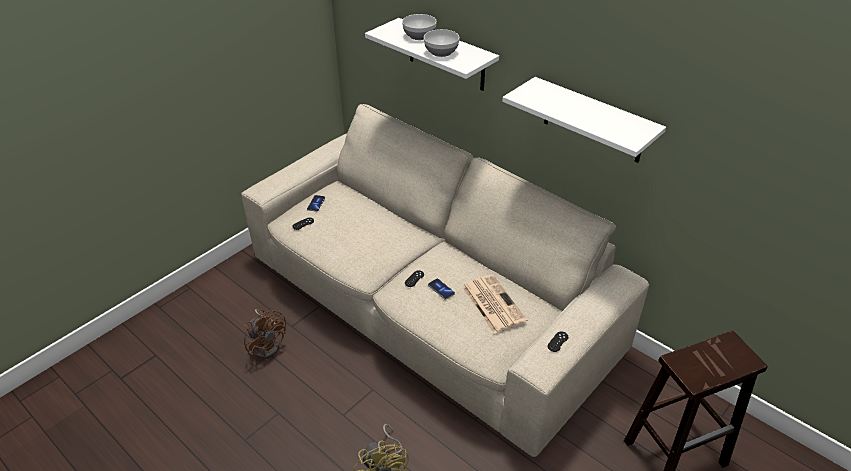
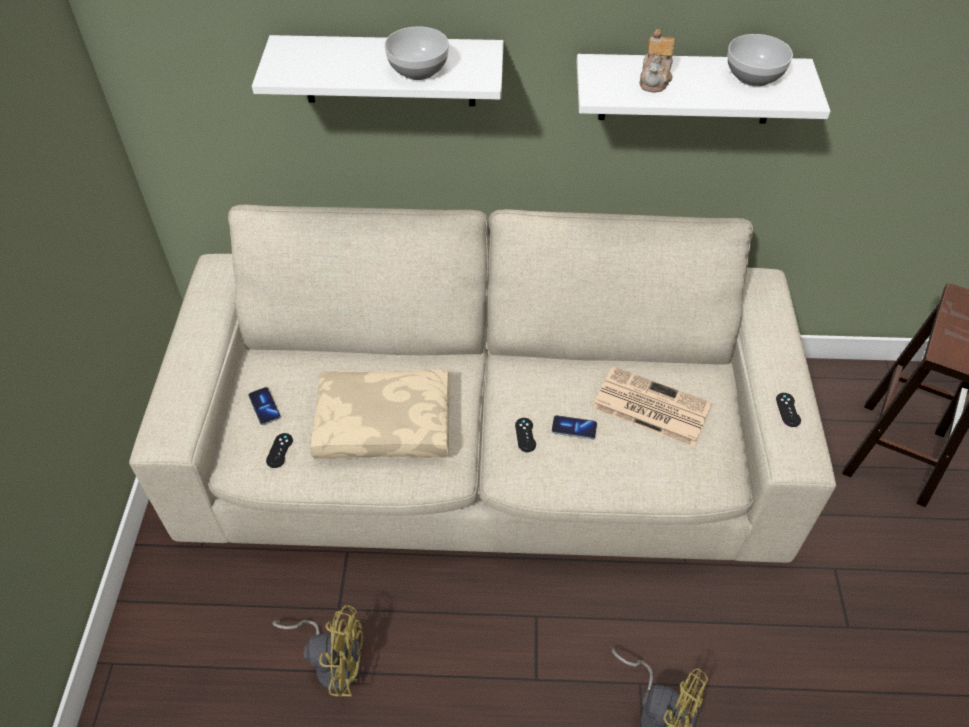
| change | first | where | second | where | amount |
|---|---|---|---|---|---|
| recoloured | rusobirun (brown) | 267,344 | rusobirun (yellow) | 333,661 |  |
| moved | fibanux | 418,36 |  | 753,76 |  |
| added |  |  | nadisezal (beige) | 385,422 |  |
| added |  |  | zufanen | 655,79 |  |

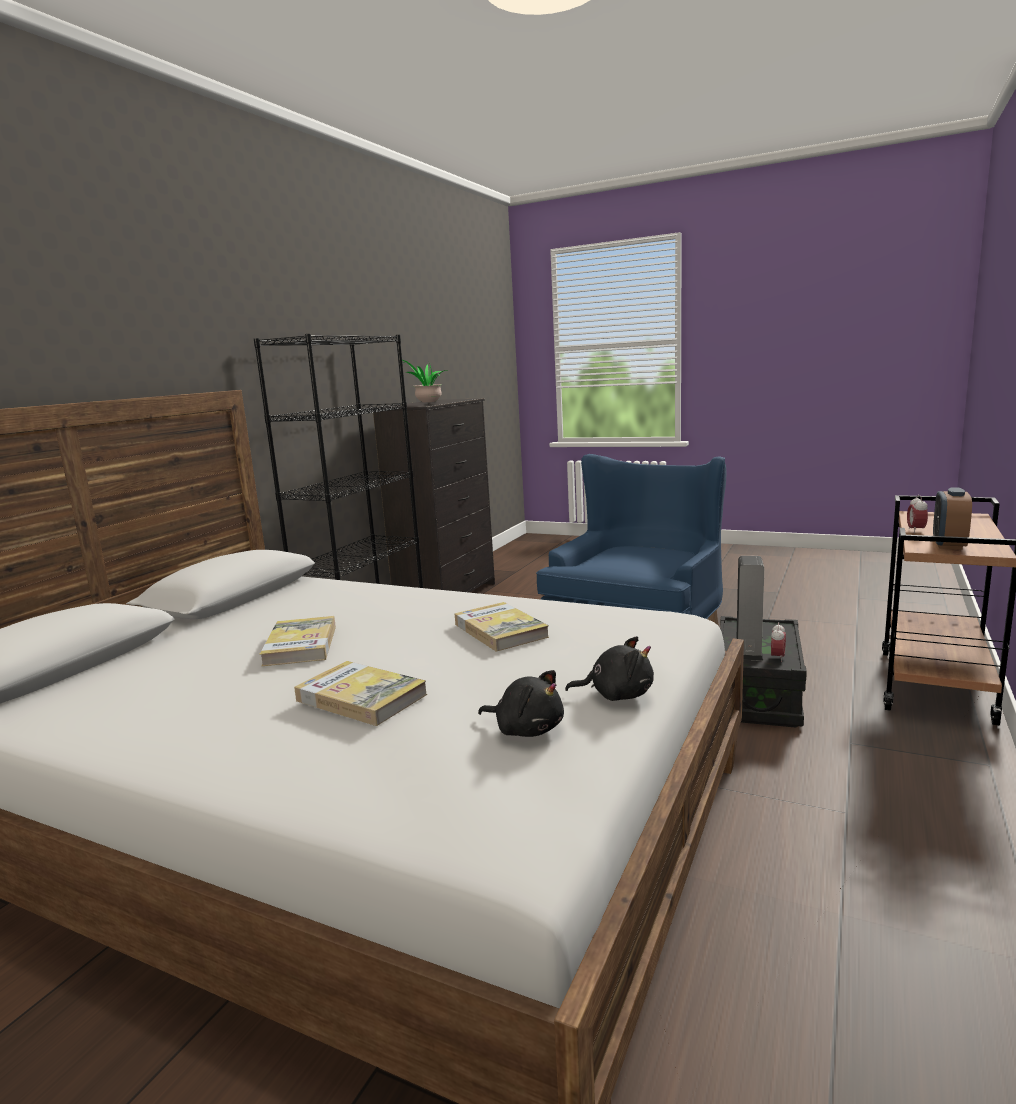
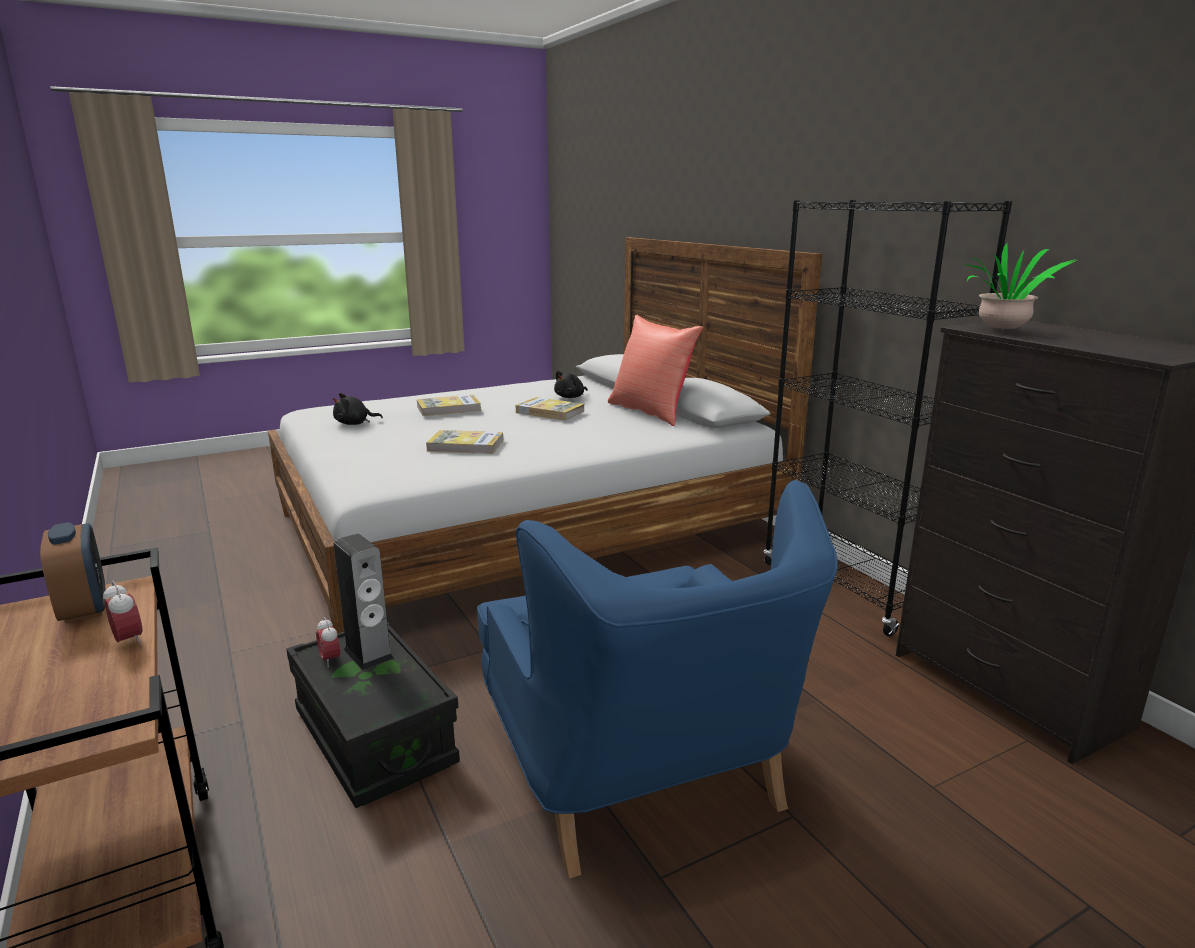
| change | first | where | second | where | amount |
|---|---|---|---|---|---|
| moved | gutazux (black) | 617,695 |  | 571,397 |  |
| added |  |  | nadisezal (red) | 651,412 |  |

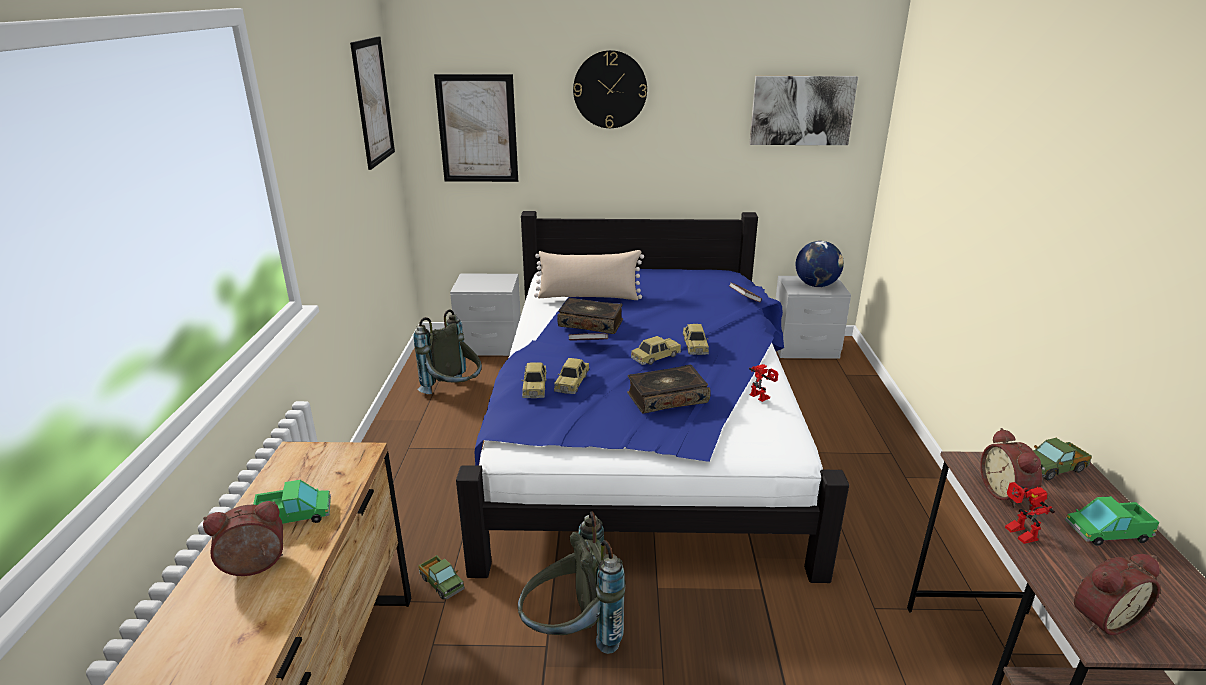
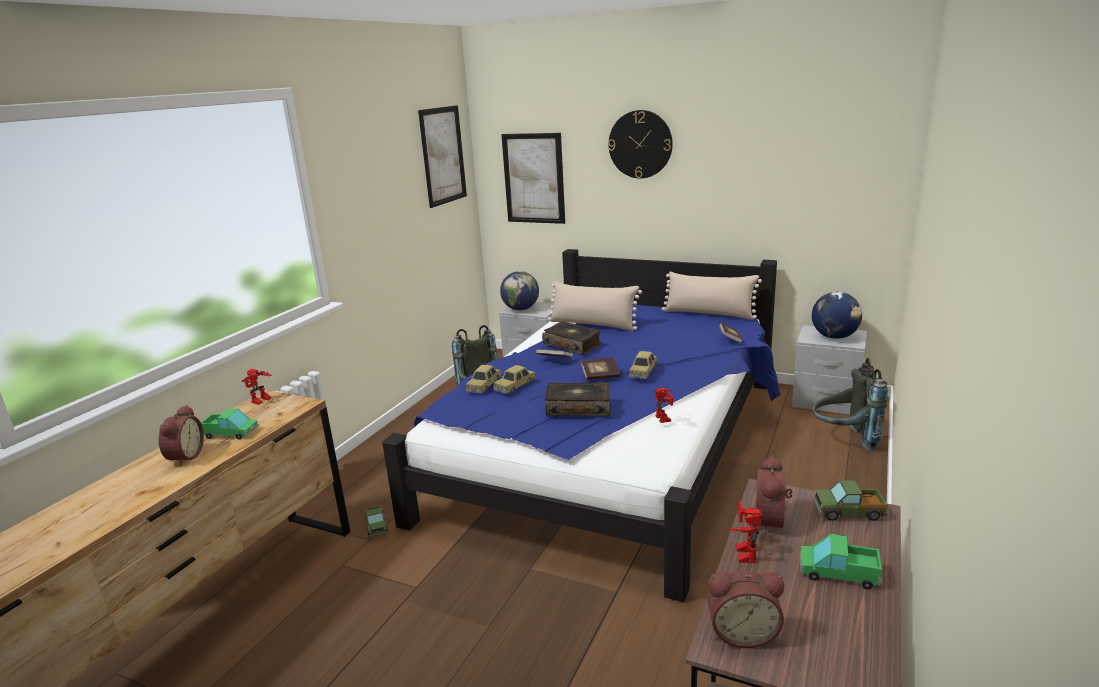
| change | first | where | second | where | amount |
|---|---|---|---|---|---|
| turned | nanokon | 254,567 |  | 184,457 | 90 degrees clockwise |
| moved | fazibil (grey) | 571,635 |  | 844,440 |  |
| replaced | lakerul | 655,357 | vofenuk | 600,376 |  |
| removed | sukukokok | 801,110 |  |  |  |
| added |  |  | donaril | 261,401 |  |
| added |  |  | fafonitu | 521,309 |  |
| added |  |  | nadisezal (beige) | 709,314 |  |

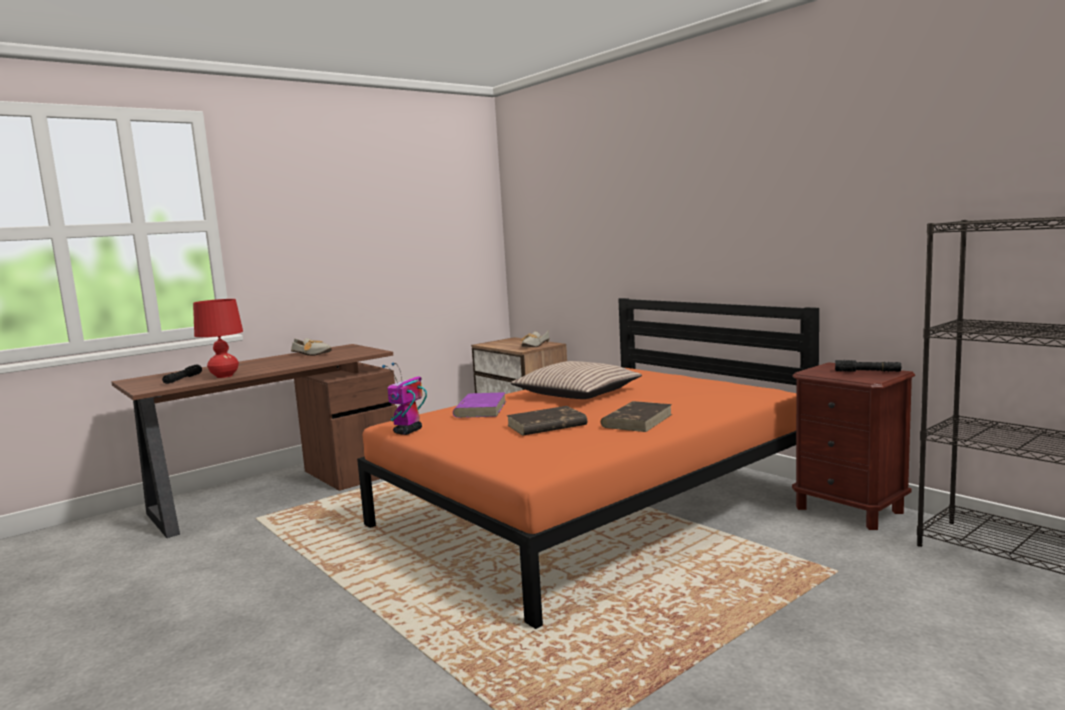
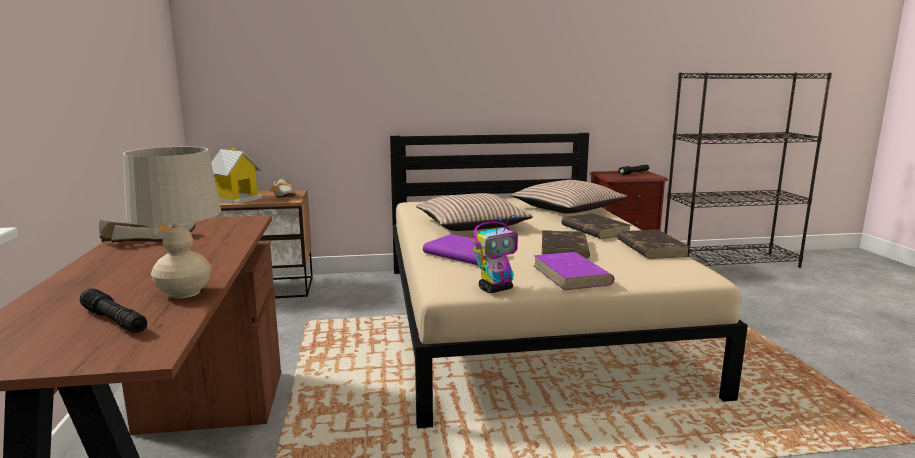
| change | first | where | second | where | amount |
|---|---|---|---|---|---|
| recoloured | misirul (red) | 224,376 | misirul (beige) | 184,293 |  |
| recoloured | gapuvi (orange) | 595,507 | gapuvi (beige) | 524,321 |  |
| turned | donaril | 407,432 |  | 496,289 | 90 degrees counterclockwise |
| added |  |  | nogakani | 237,198 |  |
| added |  |  | nadisezal | 567,208 |  |
| added |  |  | vofenuk (purple) | 572,275 |  |
| added |  |  | vofenuk (brown) | 650,248 |  |

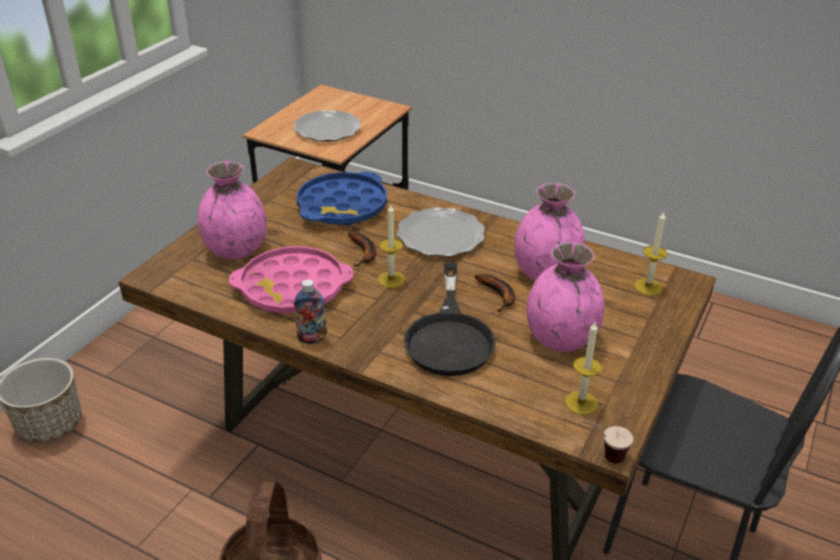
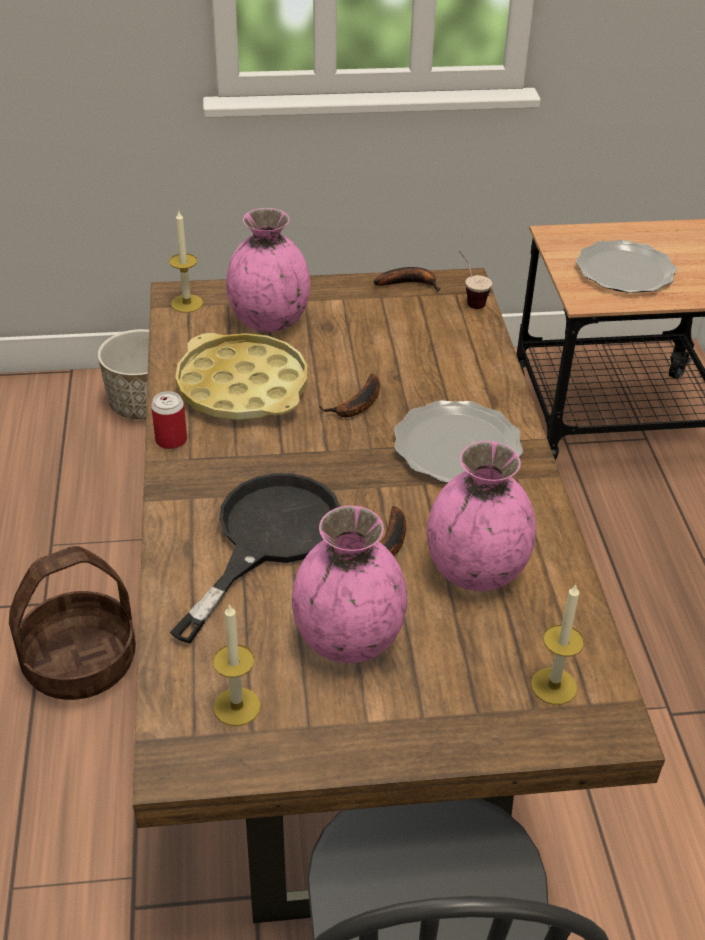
| change | first | where | second | where | amount |
|---|---|---|---|---|---|
| recoloured | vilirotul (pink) | 293,288 | vilirotul (yellow) | 242,387 |  |
| replaced | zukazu | 312,338 | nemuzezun | 171,440 |  |
| removed | vilirotul (blue) | 342,206 |  |  |  |
| moved | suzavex | 391,279 |  | 187,303 |  |
| turned | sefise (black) | 449,335 |  | 267,538 | 150 degrees clockwise |
| moved | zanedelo | 602,456 |  | 469,299 |  |
| added |  |  | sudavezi | 410,283 |  |

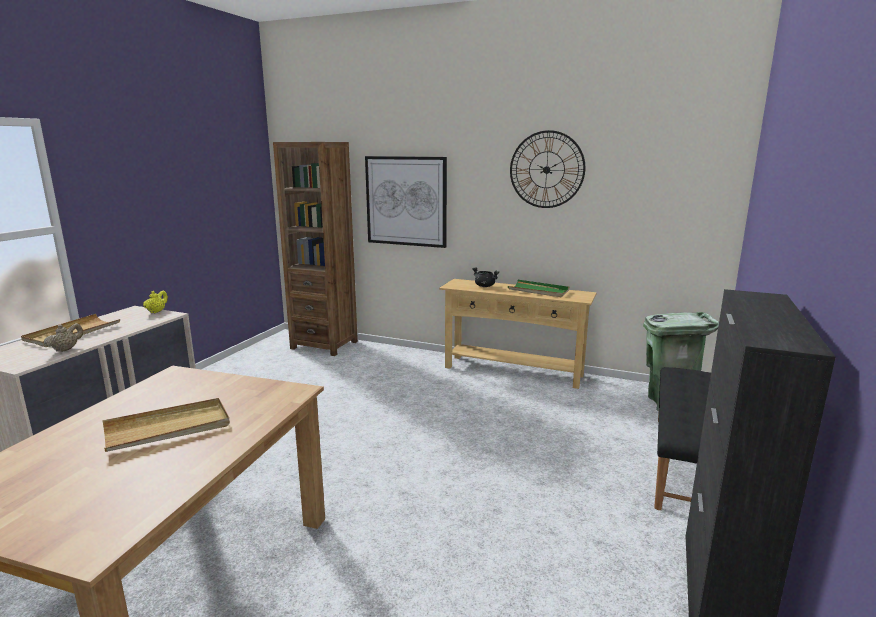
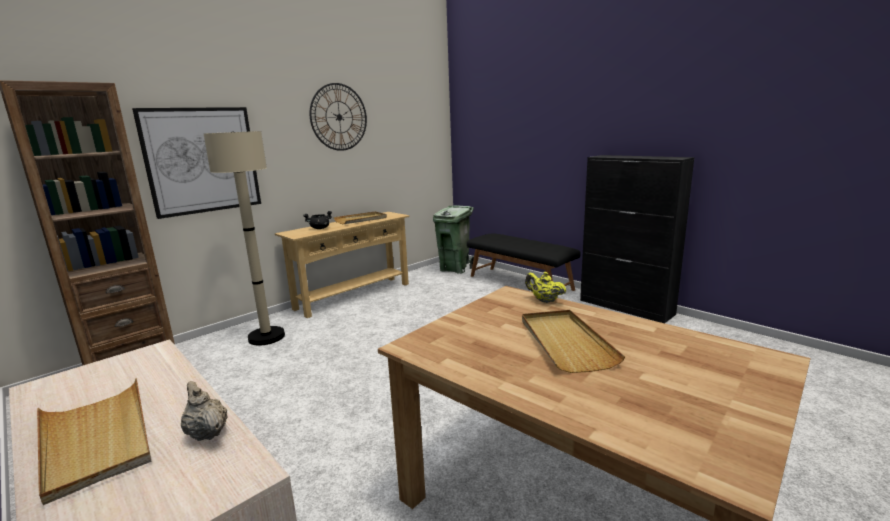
| change | first | where | second | where | amount |
|---|---|---|---|---|---|
| moved | zufanen (yellow) | 157,311 |  | 544,300 |  |
| recoloured | vilirotul (green) | 538,291 | vilirotul (beige) | 361,220 |  |
| added |  |  | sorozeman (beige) | 266,337 |  |

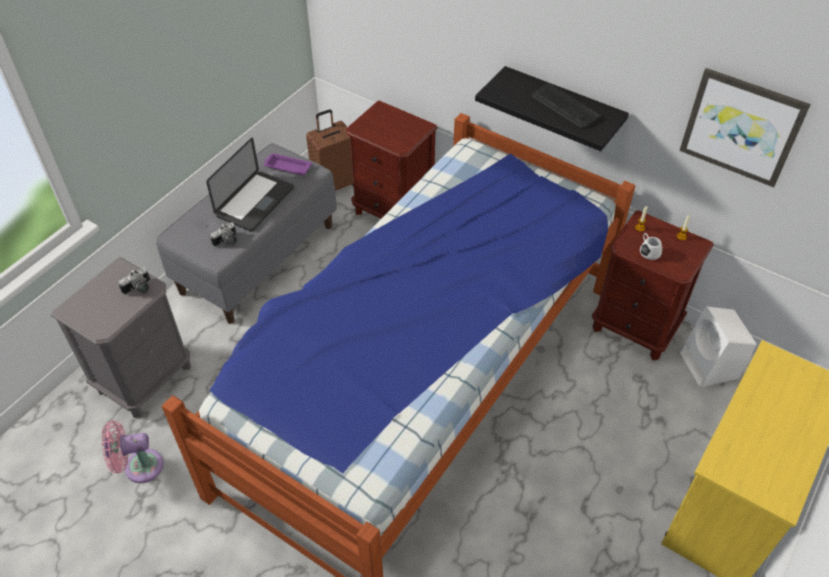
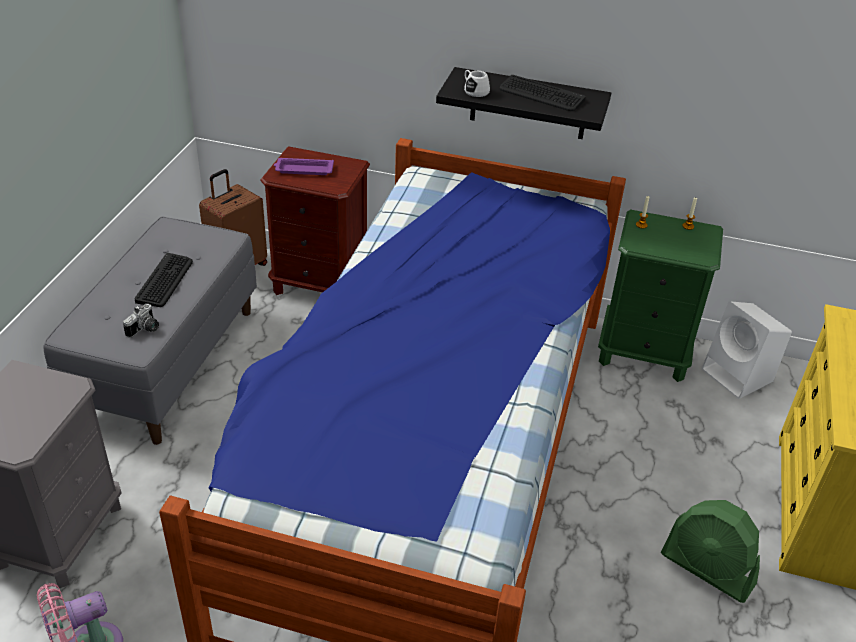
| change | first | where | second | where | amount |
|---|---|---|---|---|---|
| removed | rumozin | 139,289 |  |  |  |
| replaced | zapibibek | 255,202 | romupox | 165,281 |  |
| moved | vilirotul (purple) | 287,167 |  | 303,170 |  |
| recoloured | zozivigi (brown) | 635,327 | zozivigi (green) | 643,353 |  |
| moved | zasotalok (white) | 648,251 |  | 474,91 |  |
| removed | sukukokok | 741,127 |  |  |  |
| added |  |  | rusobirun (green) | 707,569 |  |

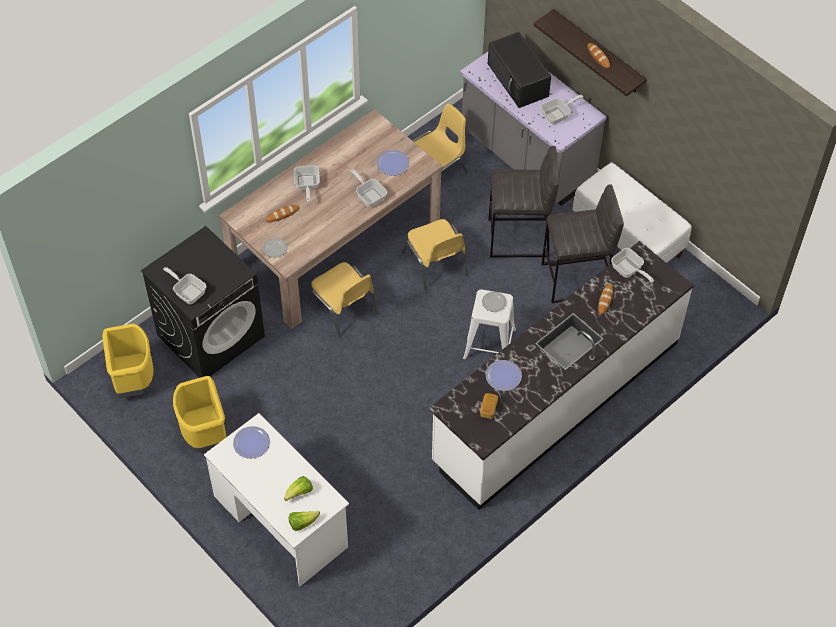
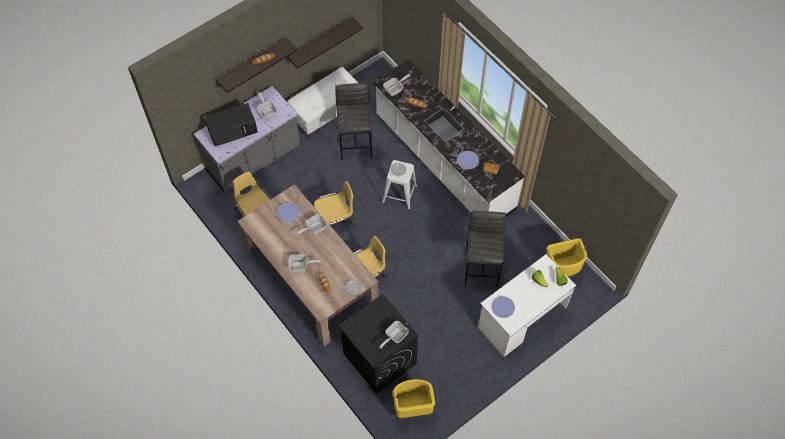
| change | first | where | second | where | amount |
|---|---|---|---|---|---|
| moved | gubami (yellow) | 204,435 |  | 562,270 |  |
| moved | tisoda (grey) | 519,238 |  | 482,267 |  |
| added |  |  | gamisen | 320,41 |  |

